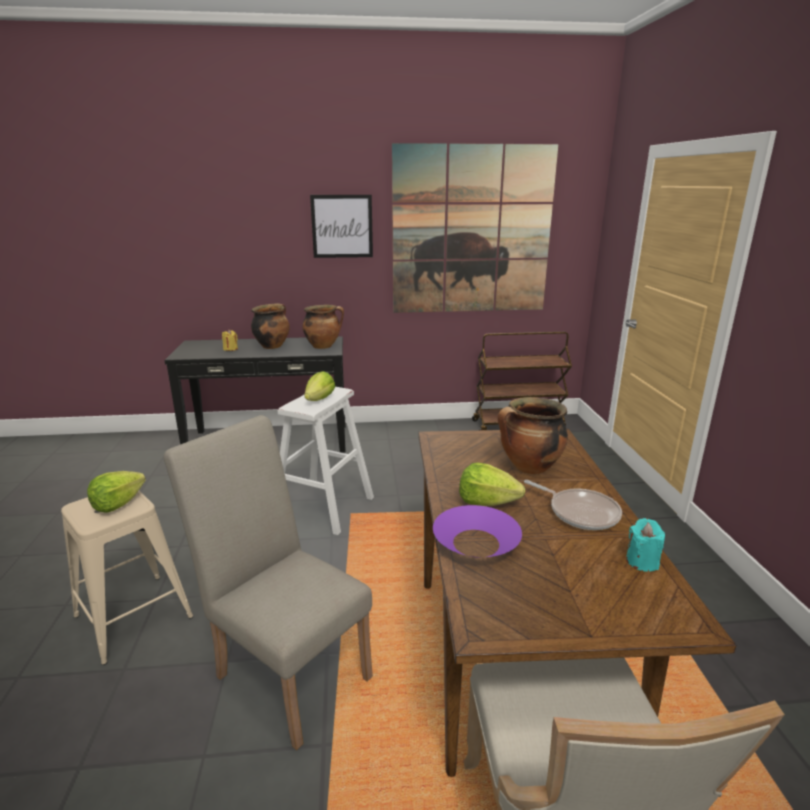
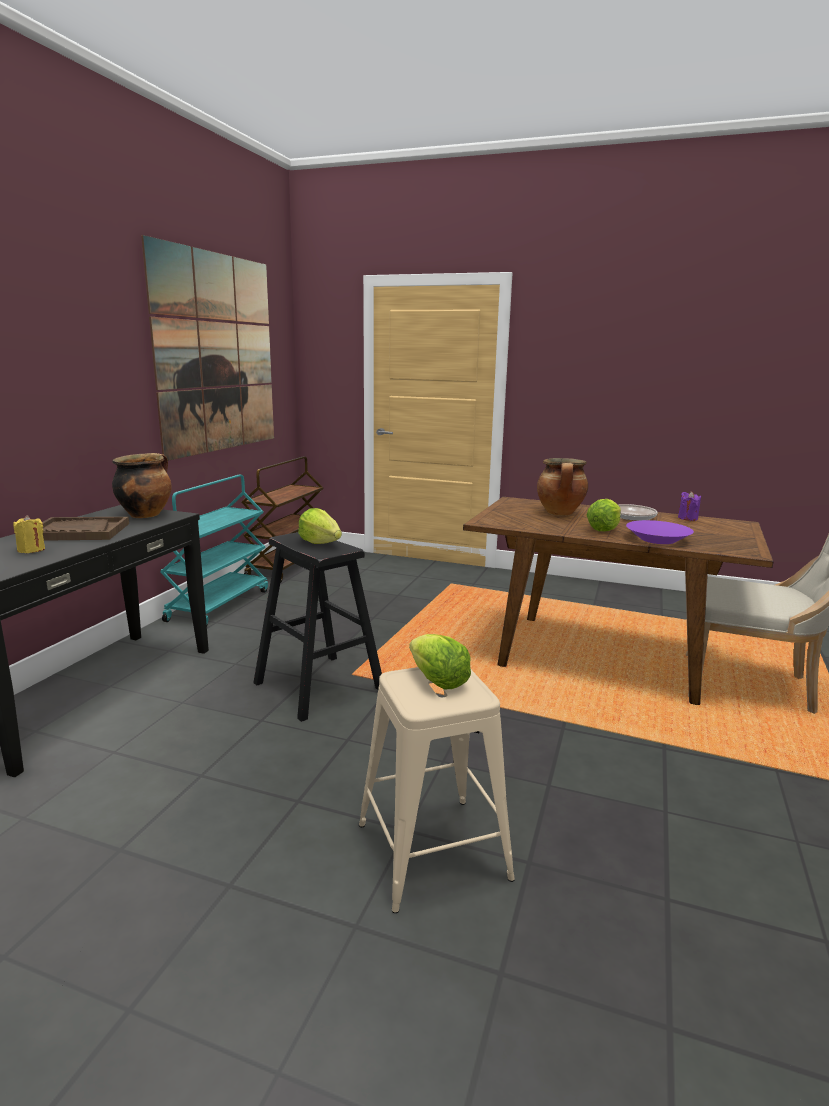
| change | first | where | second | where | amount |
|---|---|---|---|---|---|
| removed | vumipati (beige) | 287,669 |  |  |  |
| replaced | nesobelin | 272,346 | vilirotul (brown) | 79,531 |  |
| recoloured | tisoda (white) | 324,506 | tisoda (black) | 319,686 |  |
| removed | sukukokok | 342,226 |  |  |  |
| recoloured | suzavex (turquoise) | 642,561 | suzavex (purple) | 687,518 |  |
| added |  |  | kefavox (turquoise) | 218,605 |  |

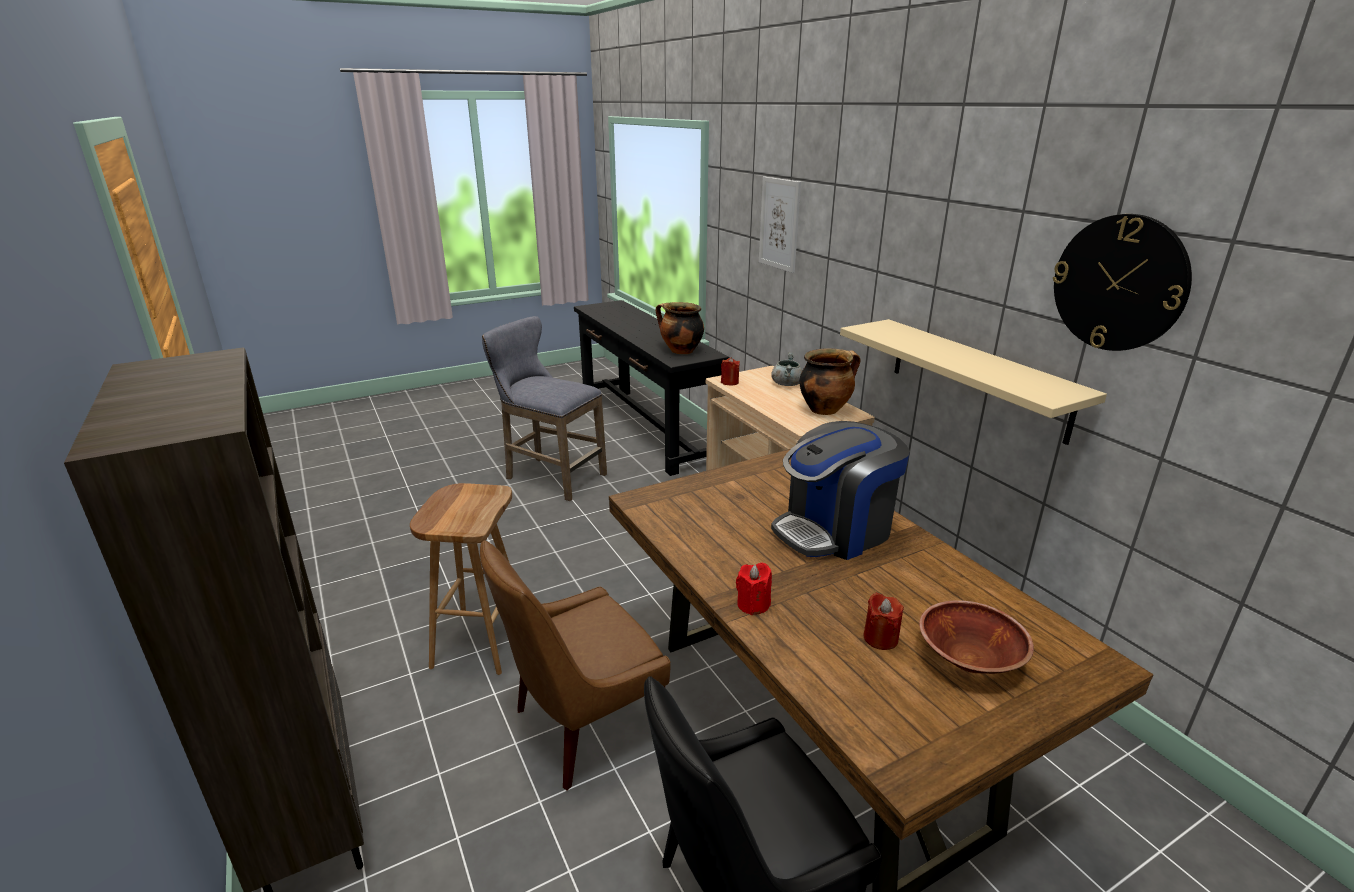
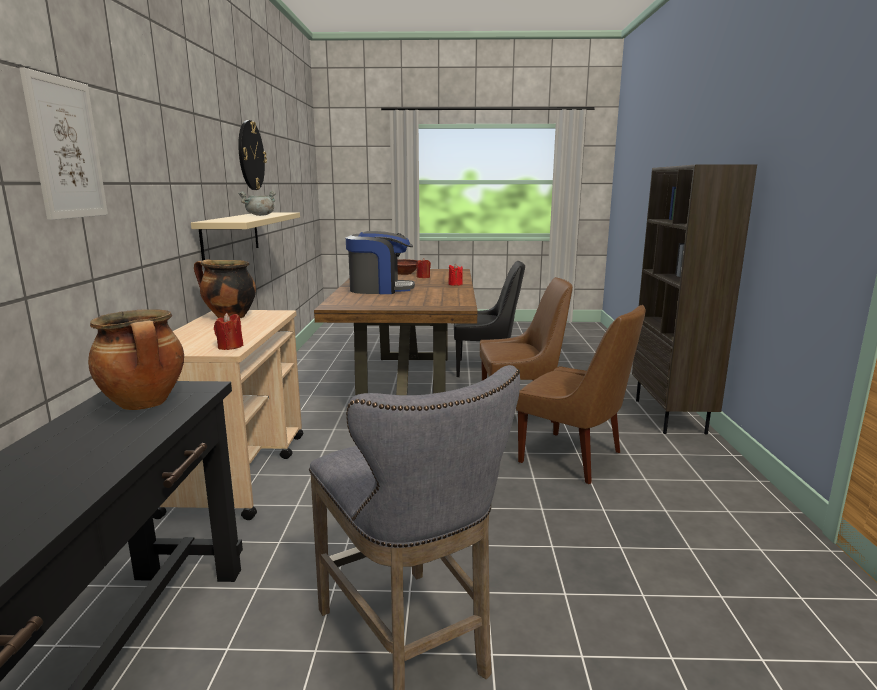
| change | first | where | second | where | amount |
|---|---|---|---|---|---|
| replaced | tisoda (brown) | 479,640 | vumipati (brown) | 574,458 |  |
| moved | nesobelin (grey) | 786,384 |  | 260,215 |  |

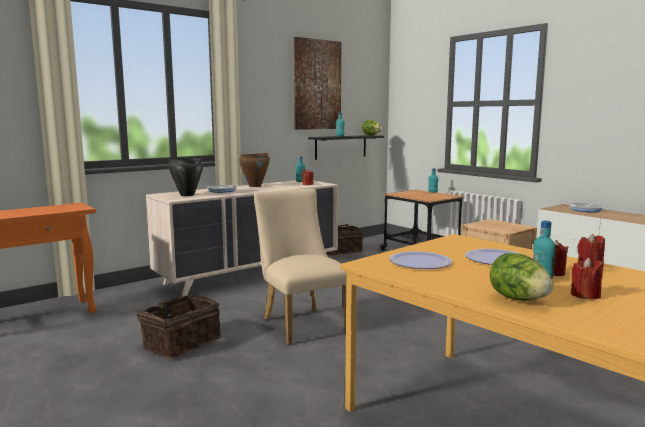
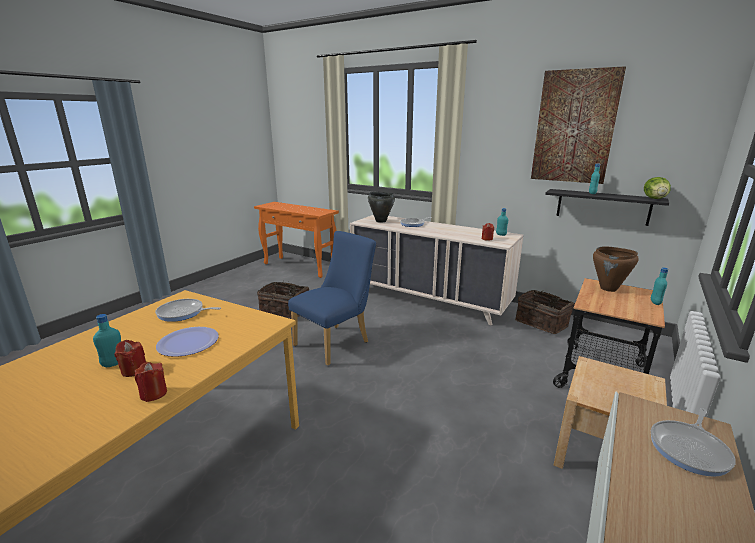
| change | first | where | second | where | amount |
|---|---|---|---|---|---|
| moved | nesobelin (brown) | 255,186 |  | 608,289 |  |
| recoloured | vumipati (beige) | 301,323 | vumipati (blue) | 336,342 |  |
| replaced | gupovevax | 420,262 | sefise | 183,313 |  |
| removed | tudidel | 518,299 |  |  |  |
| removed | suzavex (red) | 585,295 |  |  |  |

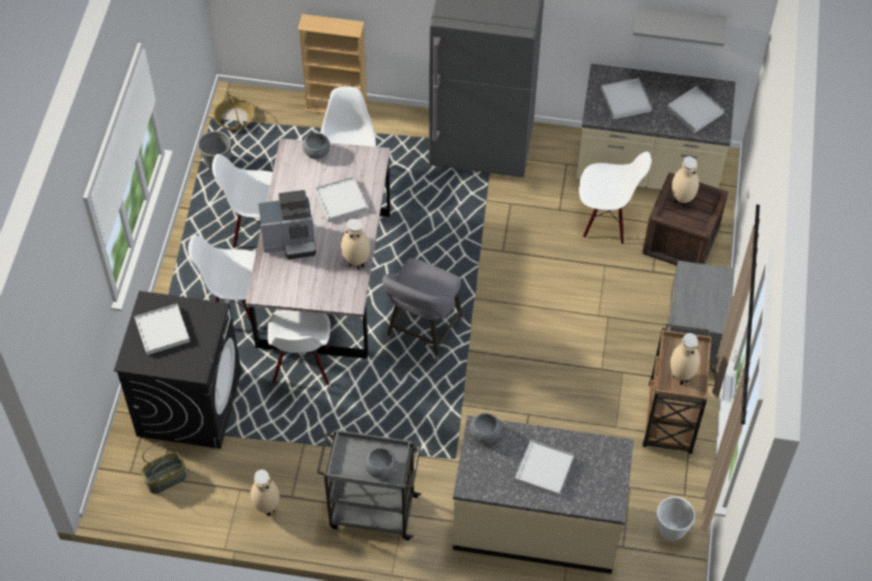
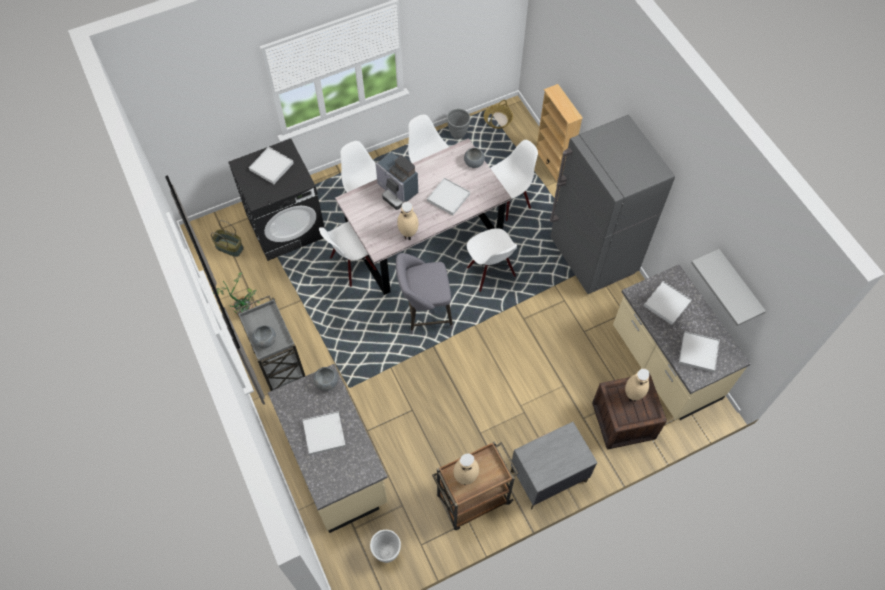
| change | first | where | second | where | amount |
|---|---|---|---|---|---|
| replaced | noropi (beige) | 266,508 | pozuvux | 244,309 |  |
| moved | vumipati (white) | 606,220 |  | 490,272 |  |

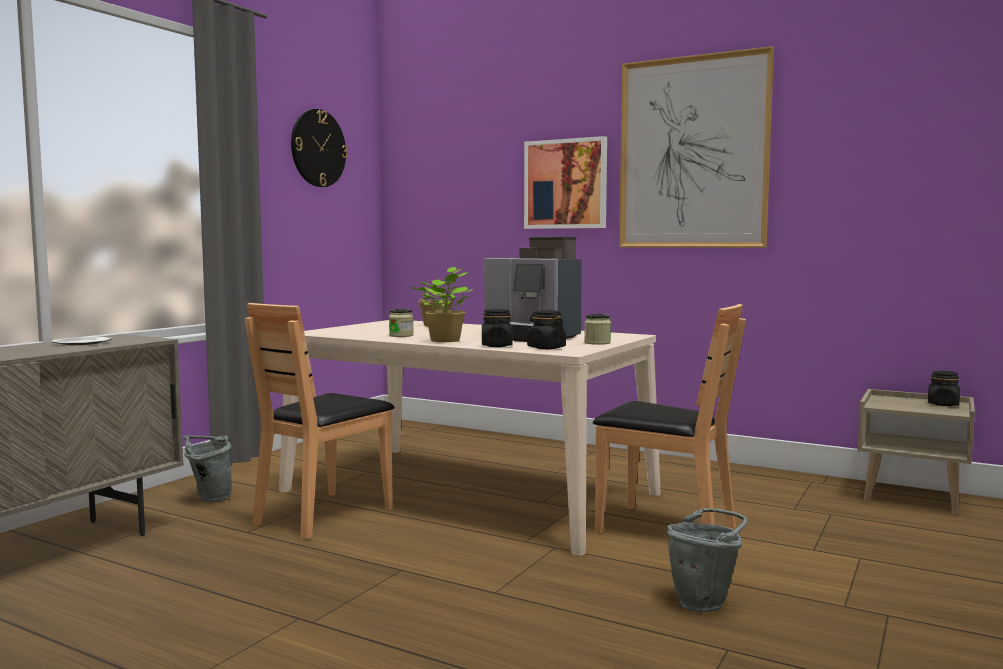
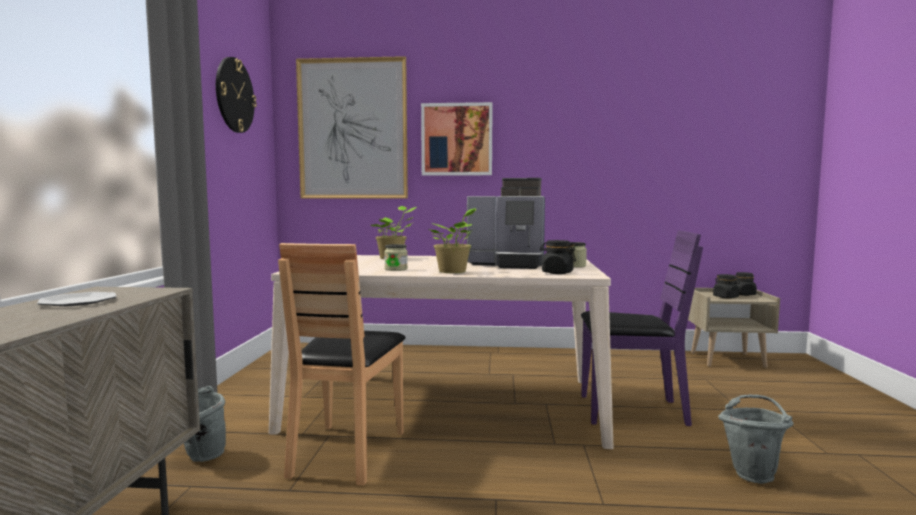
| change | first | where | second | where | amount |
|---|---|---|---|---|---|
| moved | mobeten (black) | 497,346 |  | 726,297 |  |
| recoloured | vumipati (brown) | 664,529 | vumipati (purple) | 631,411 |  |
| moved | sukukokok | 693,153 |  | 352,129 |  |

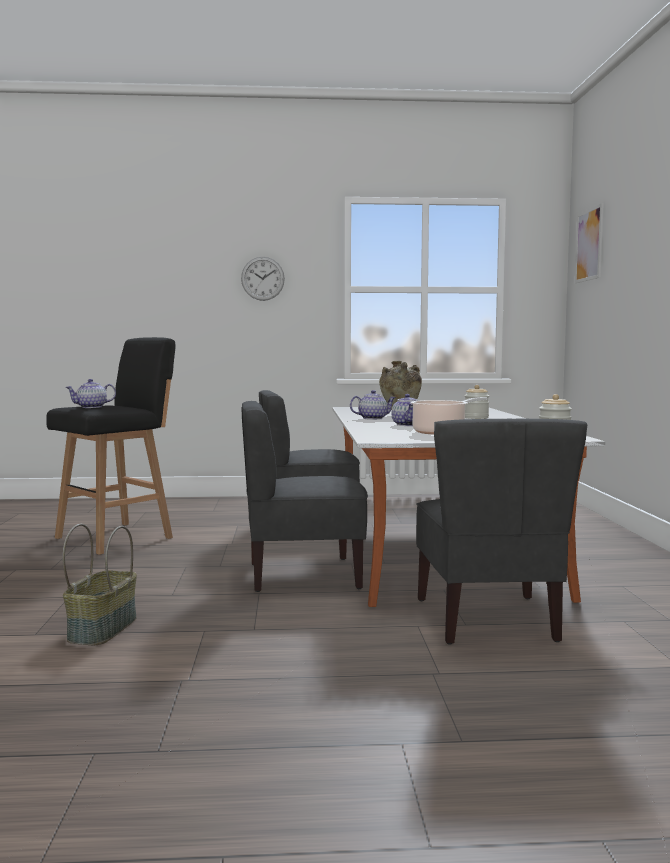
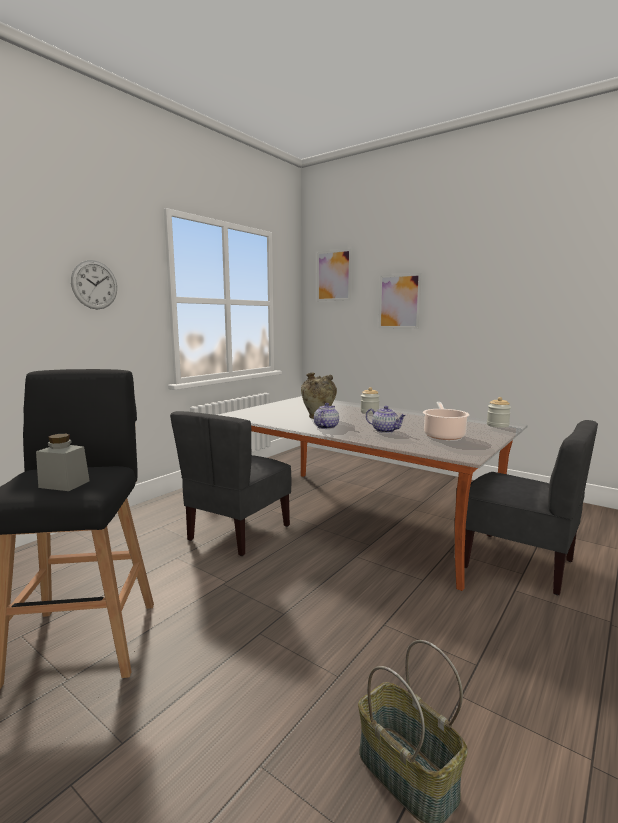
| change | first | where | second | where | amount |
|---|---|---|---|---|---|
| replaced | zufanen | 91,407 | mobeten (grey) | 64,484 |  |
| removed | vumipati (grey) | 303,575 |  |  |  |
| added |  |  | sukukokok | 399,301 |  |

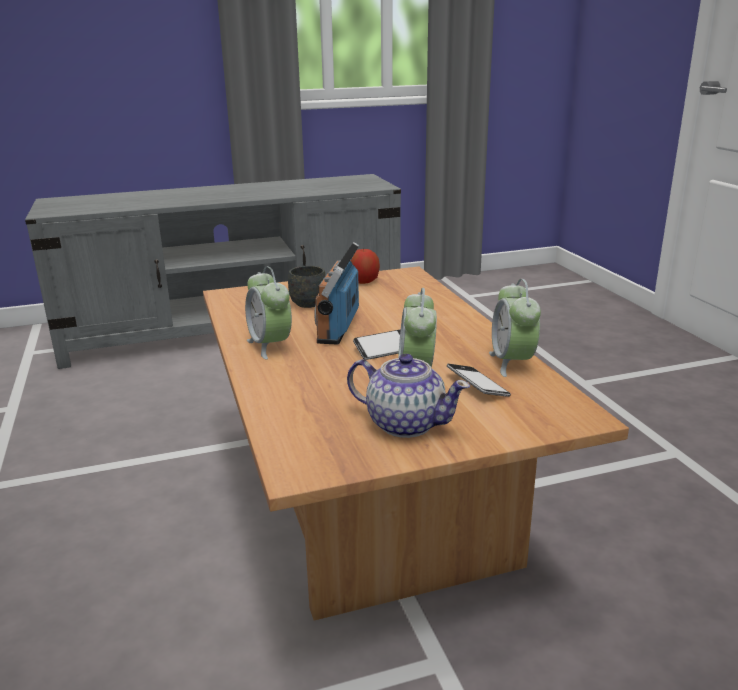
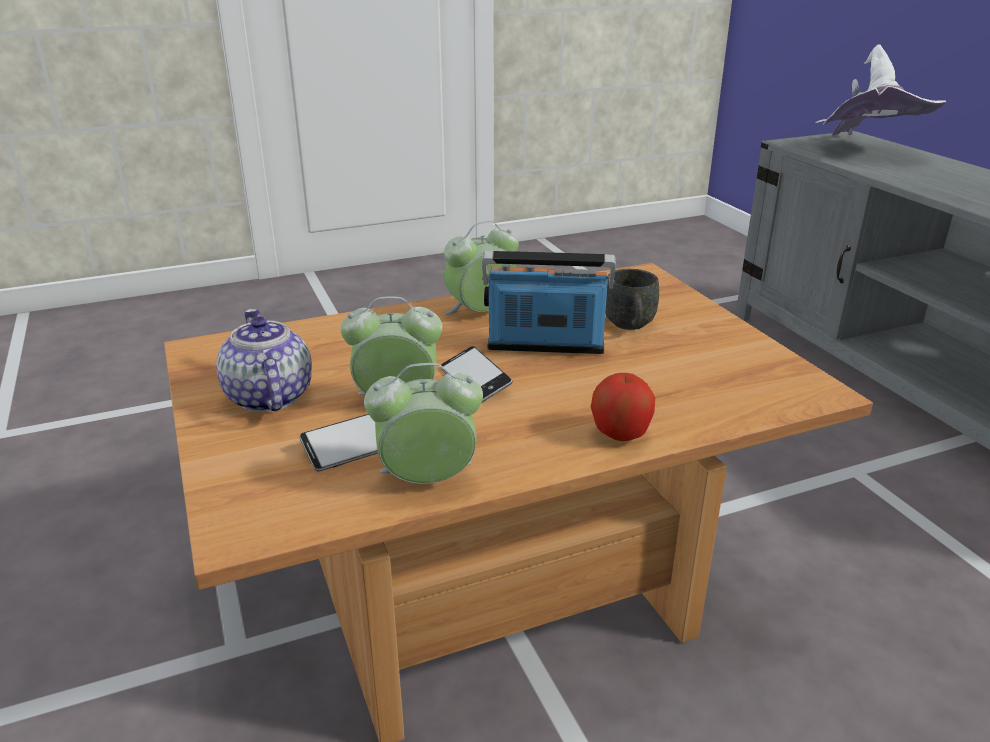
| change | first | where | second | where | amount |
|---|---|---|---|---|---|
| turned | zufanen | 405,423 |  | 268,398 | 135 degrees clockwise |
| moved | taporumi | 364,282 |  | 620,434 |  |
| added |  |  | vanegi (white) | 867,152 |  |

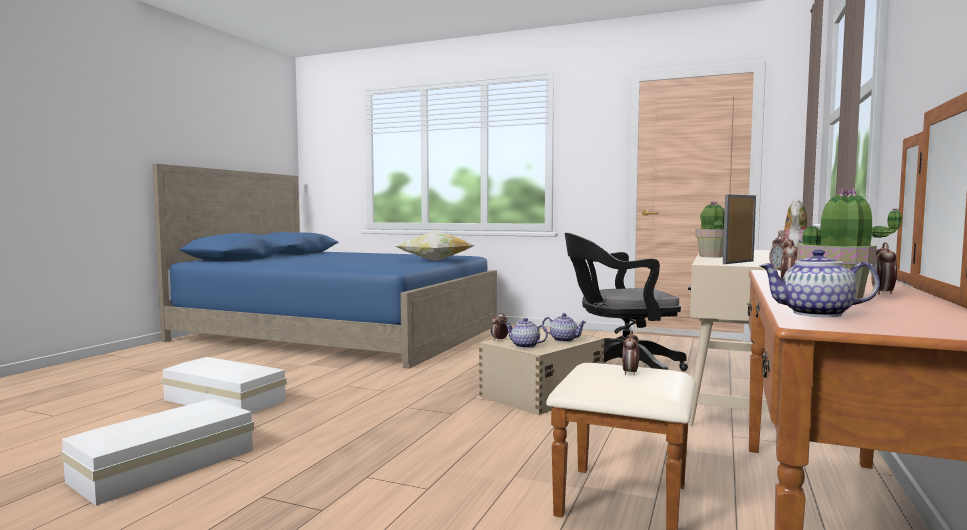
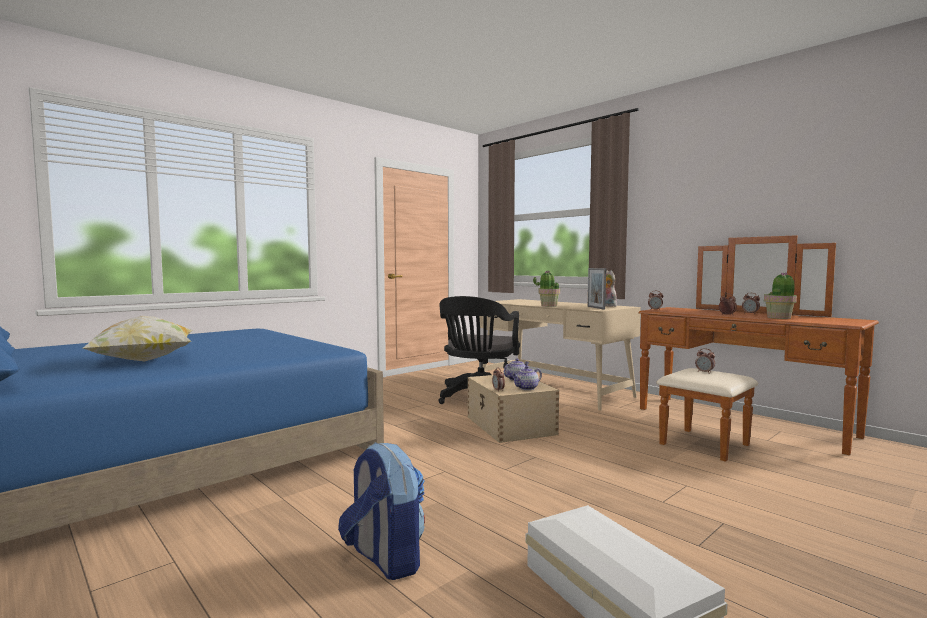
| change | first | where | second | where | amount |
|---|---|---|---|---|---|
| replaced | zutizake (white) | 224,399 | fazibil | 384,559 |  |
| moved | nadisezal | 435,260 |  | 144,361 |  |
| removed | zufanen | 815,314 |  |  |  |

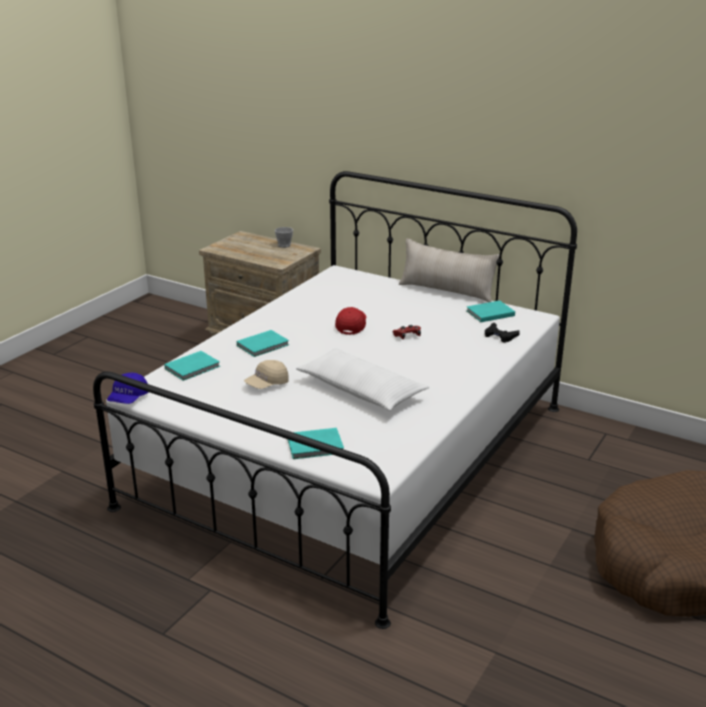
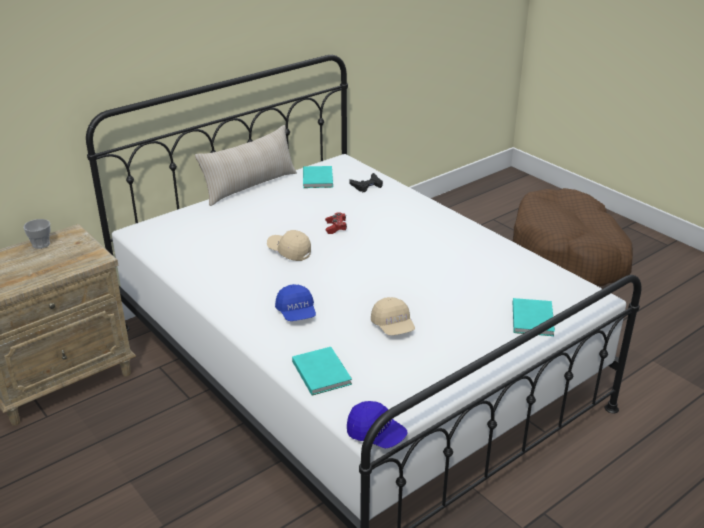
| change | first | where | second | where | amount |
|---|---|---|---|---|---|
| replaced | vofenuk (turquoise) | 264,345 | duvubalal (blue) | 296,313 |  |
| removed | nadisezal (white) | 361,390 |  |  |  |
| recoloured | duvubalal (red) | 351,326 | duvubalal (beige) | 289,252 |  |

